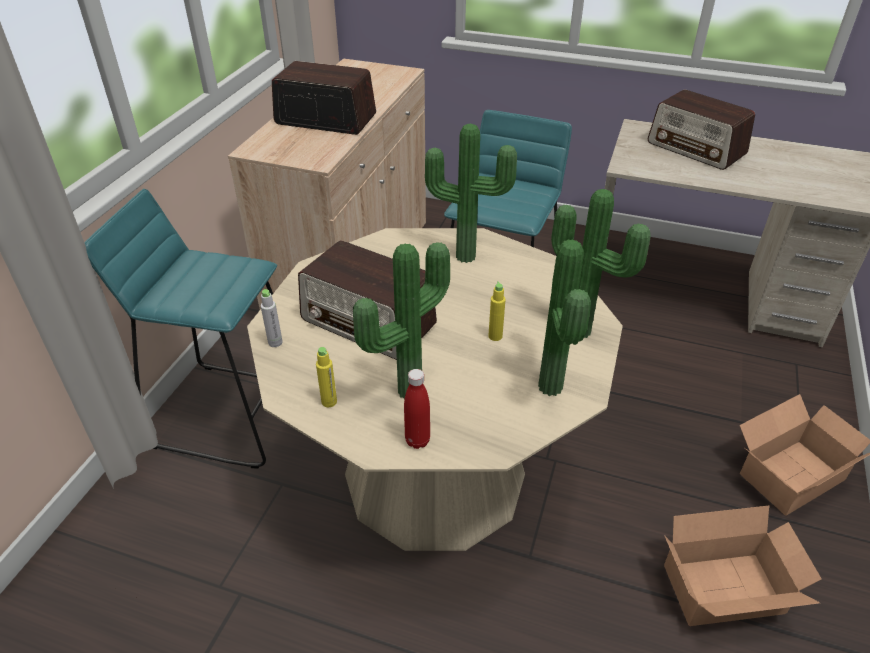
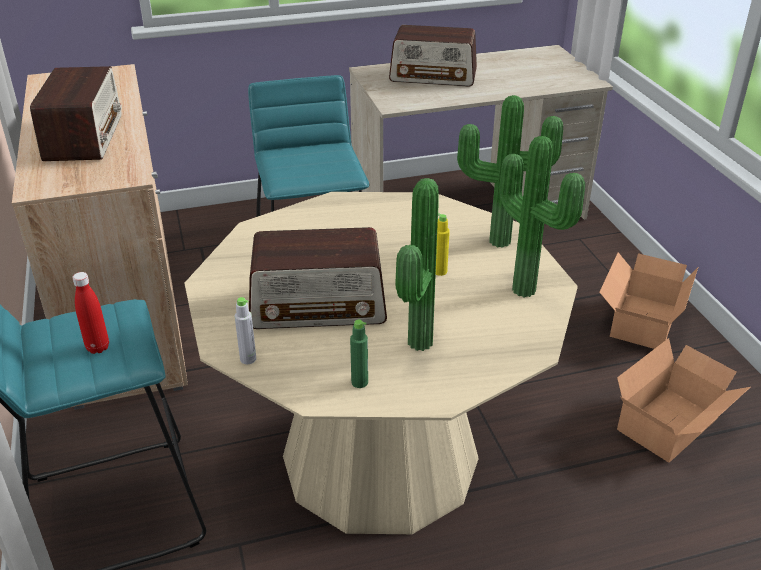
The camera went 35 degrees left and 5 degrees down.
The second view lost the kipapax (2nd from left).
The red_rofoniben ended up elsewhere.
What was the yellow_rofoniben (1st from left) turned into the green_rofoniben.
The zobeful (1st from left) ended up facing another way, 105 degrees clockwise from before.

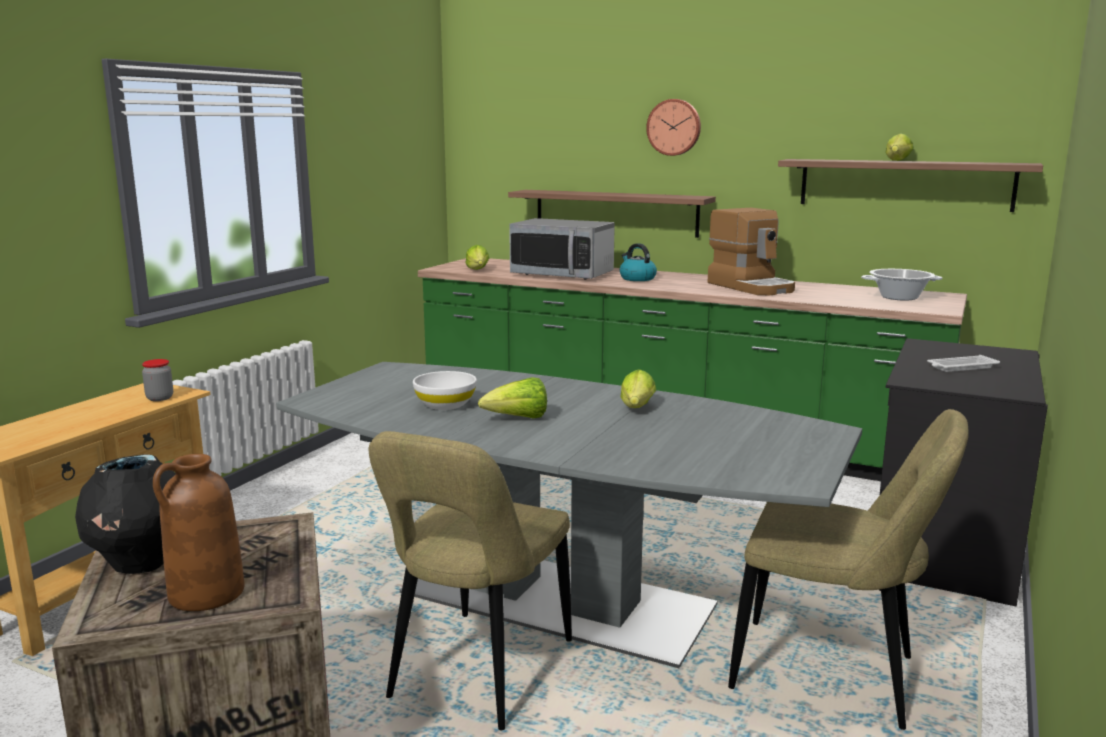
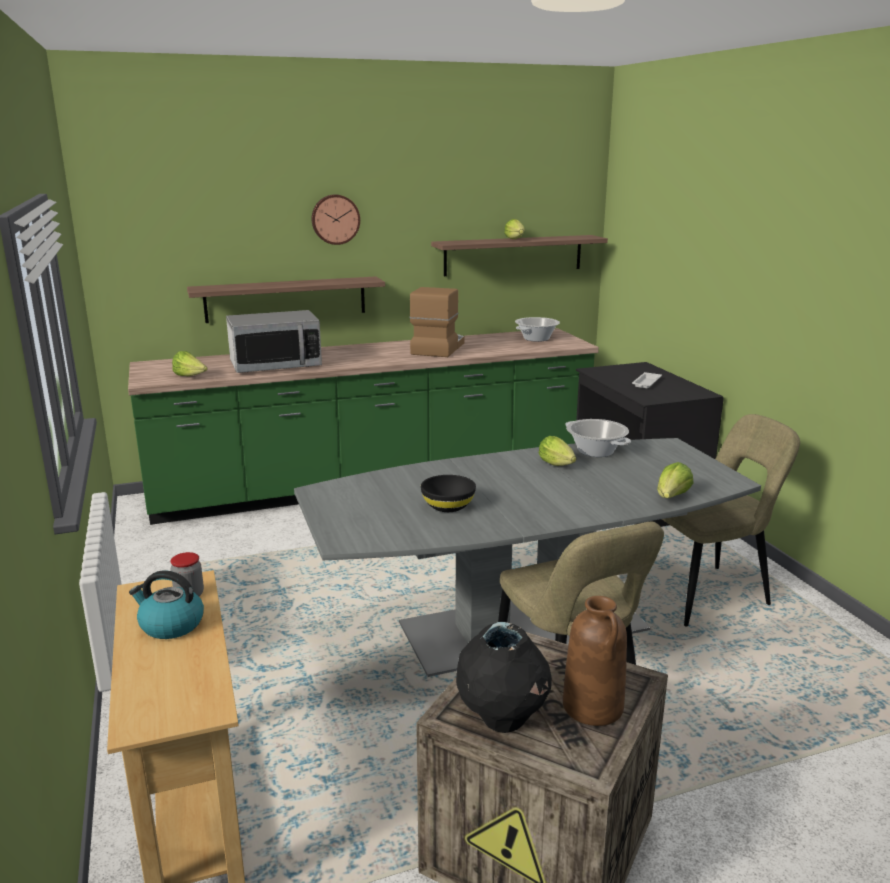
The camera went 45 degrees left and 5 degrees up.
The second view gained the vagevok (2nd from left).
The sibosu (2nd from left in the first image) ended up elsewhere.
The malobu ended up elsewhere.
What was the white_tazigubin turned into the black_tazigubin.
The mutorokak ended up facing another way, 90 degrees counterclockwise from before.

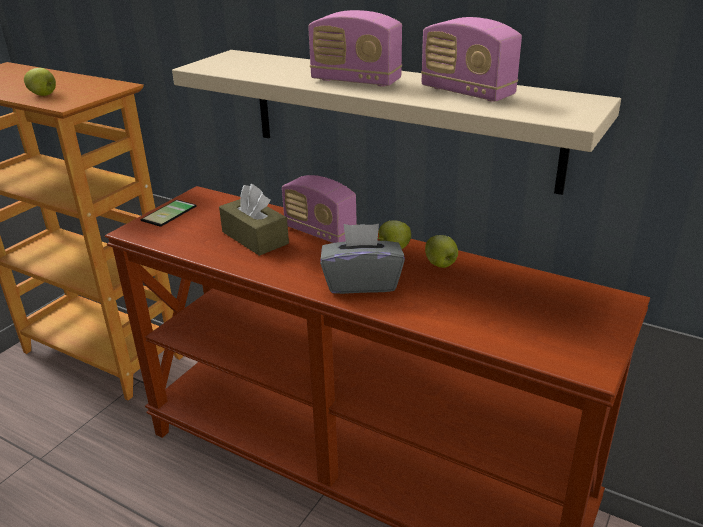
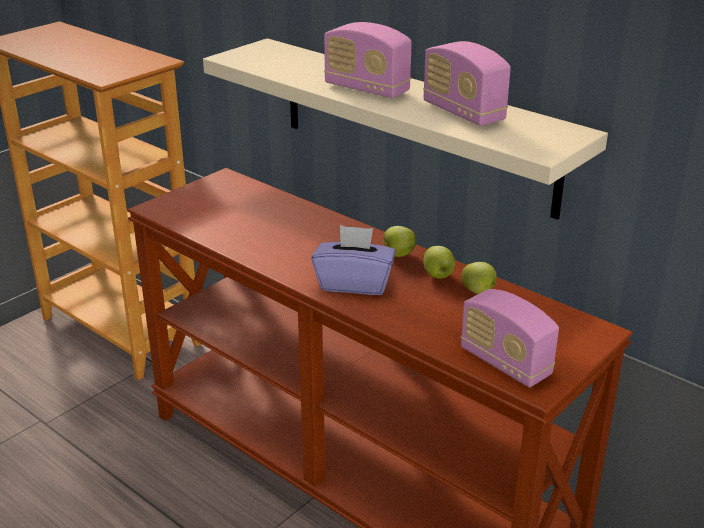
The camera went 10 degrees right and 0 degrees up.
The second view lost the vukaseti.
The second view lost the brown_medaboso.
The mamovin (1st from left in the first image) ended up elsewhere.
The zobeful (1st from left in the first image) ended up elsewhere.
What was the grey_medaboso turned into the purple_medaboso.

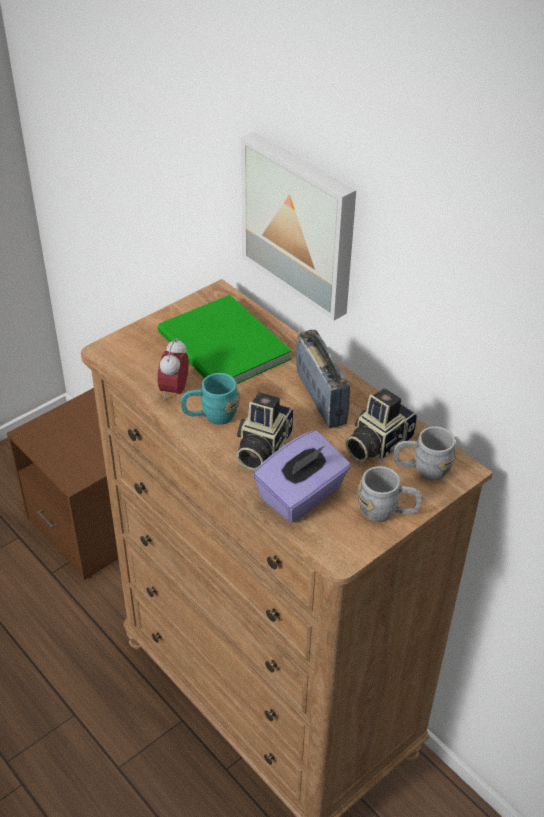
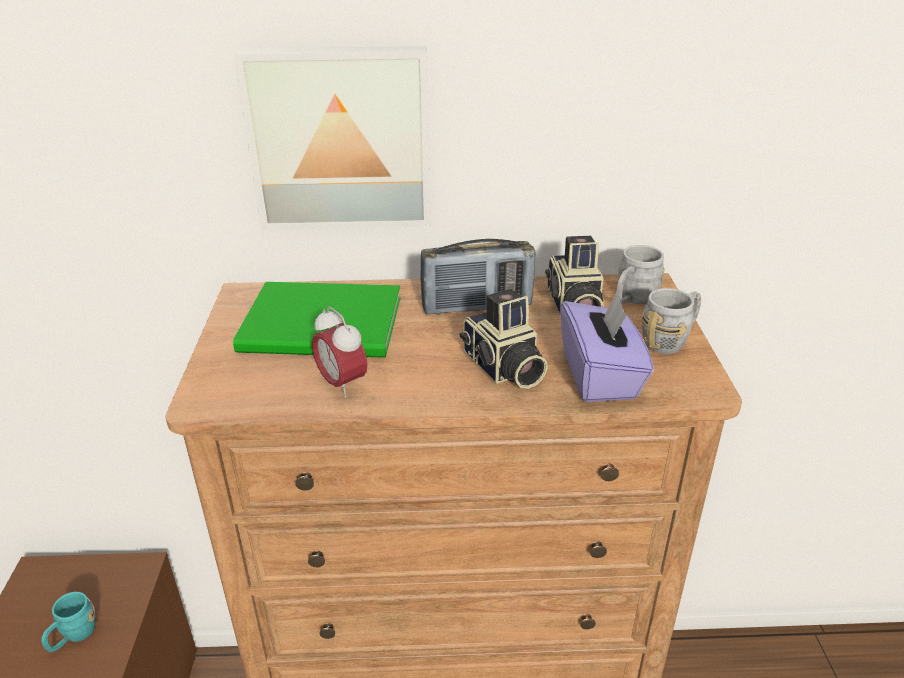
The camera went 50 degrees left and 10 degrees down.
The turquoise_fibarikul ended up elsewhere.
The zobeful ended up facing another way, 150 degrees clockwise from before.

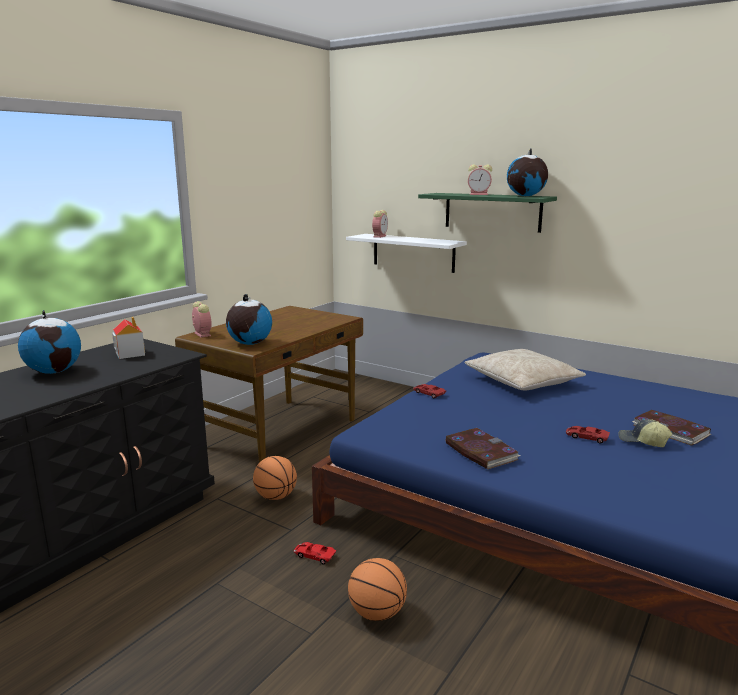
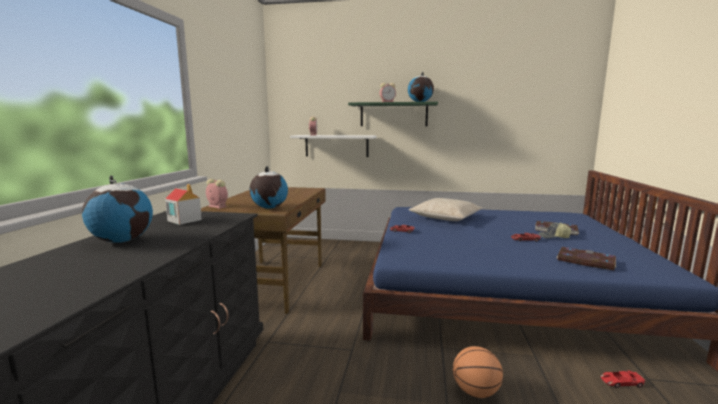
The camera went 25 degrees left and 5 degrees down.
The second view lost the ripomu (1st from left).
The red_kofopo (1st from left in the first image) ended up elsewhere.
The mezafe (1st from left in the first image) ended up elsewhere.

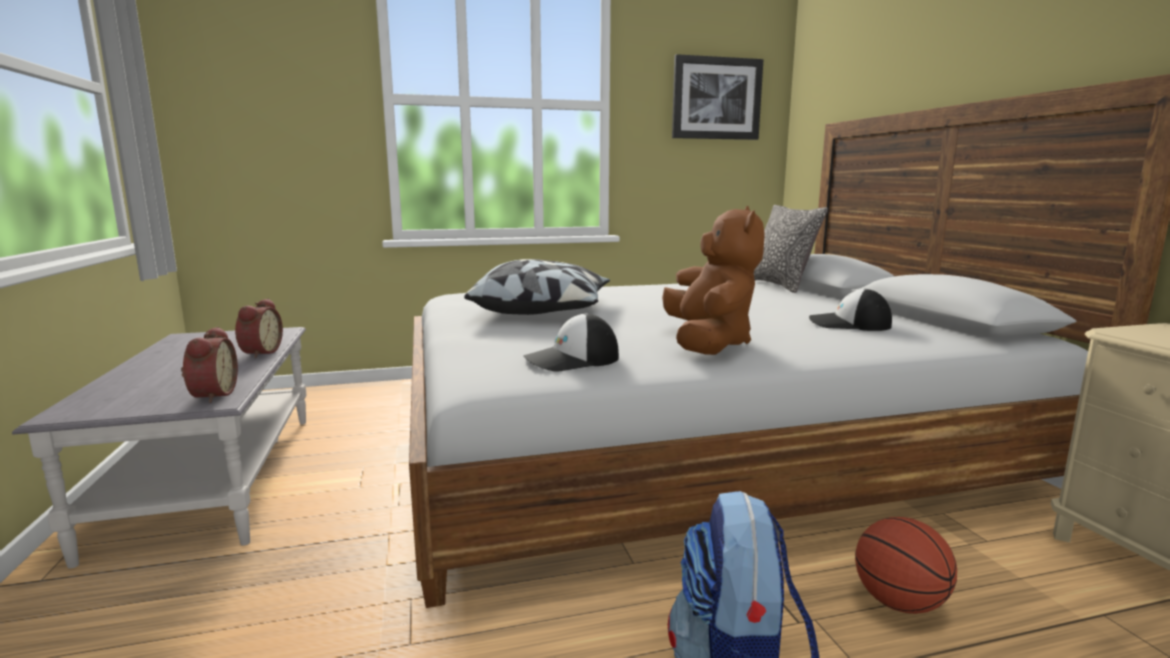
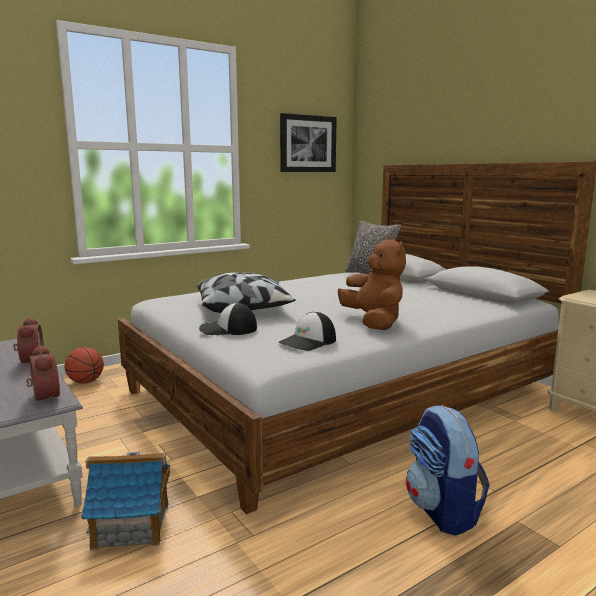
The camera went 20 degrees left and 0 degrees up.
The second view gained the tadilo.
The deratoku (2nd from left in the first image) ended up elsewhere.
The ripomu ended up elsewhere.

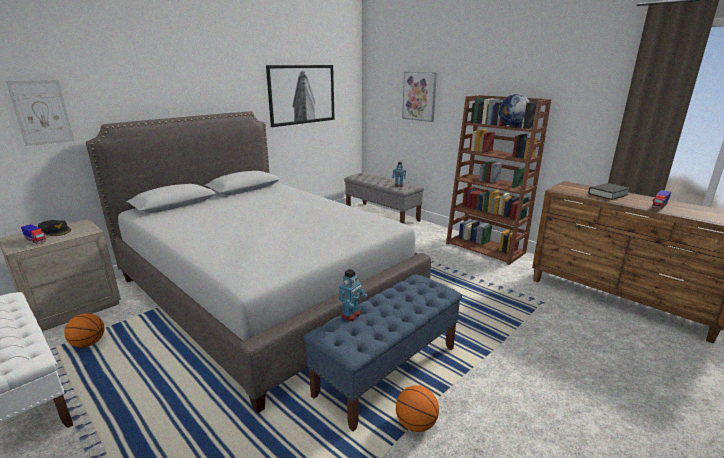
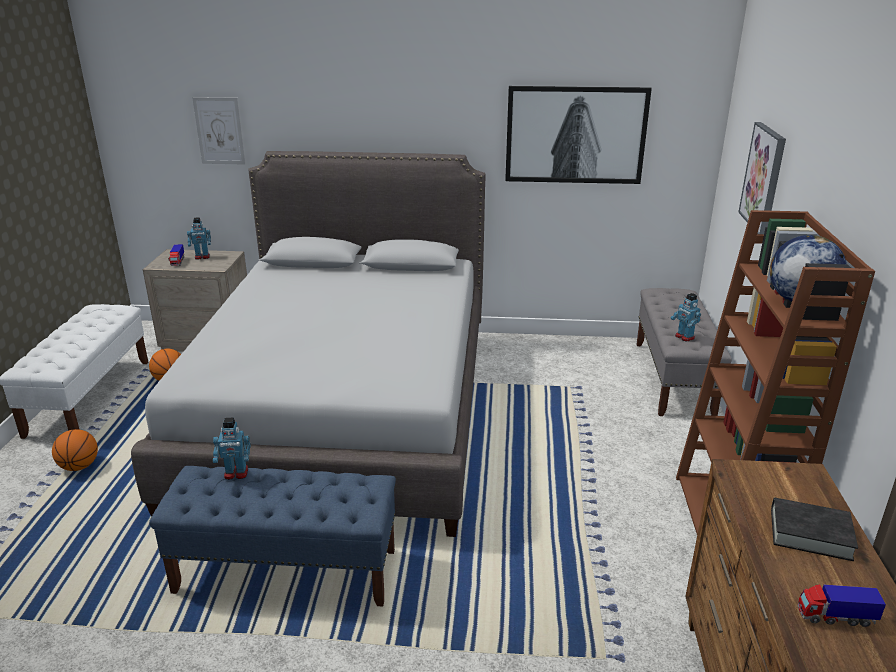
The camera went 50 degrees right and 5 degrees up.
The ripomu (2nd from left in the first image) ended up elsewhere.
Where the black_deratoku stood, the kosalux (1st from left) came to stand.

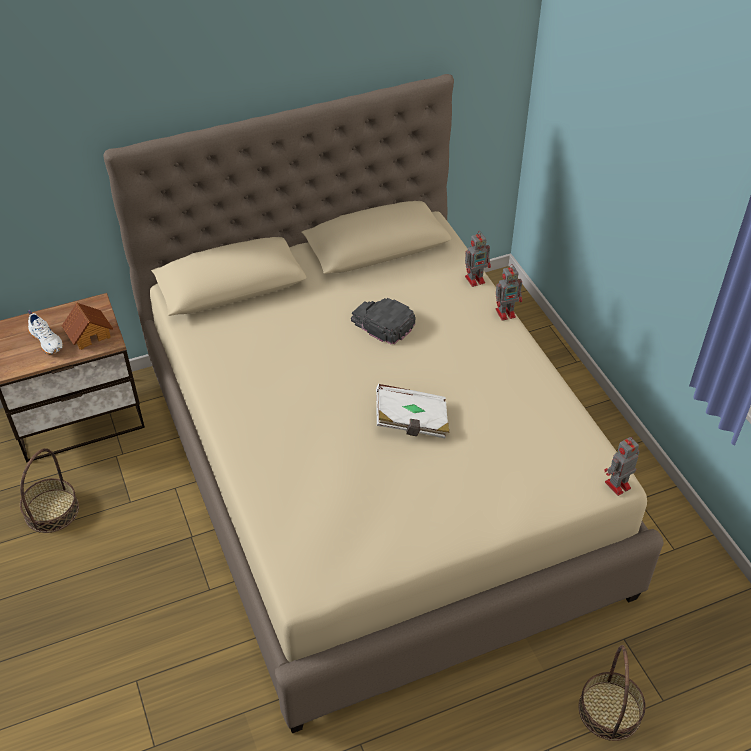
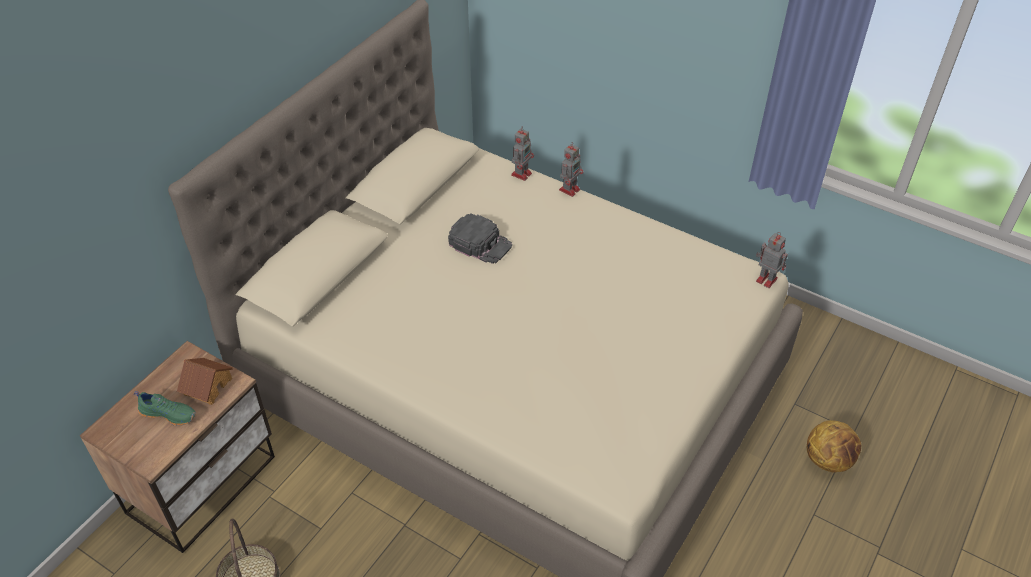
The camera went 35 degrees left and 0 degrees up.
The second view lost the white_mezafe.
Where the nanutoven (2nd from left) stood, the ripomu came to stand.
What was the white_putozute turned into the green_putozute.
The black_deratoku ended up facing another way, 150 degrees counterclockwise from before.
The kosalux (3rd from left) ended up facing another way, 105 degrees clockwise from before.

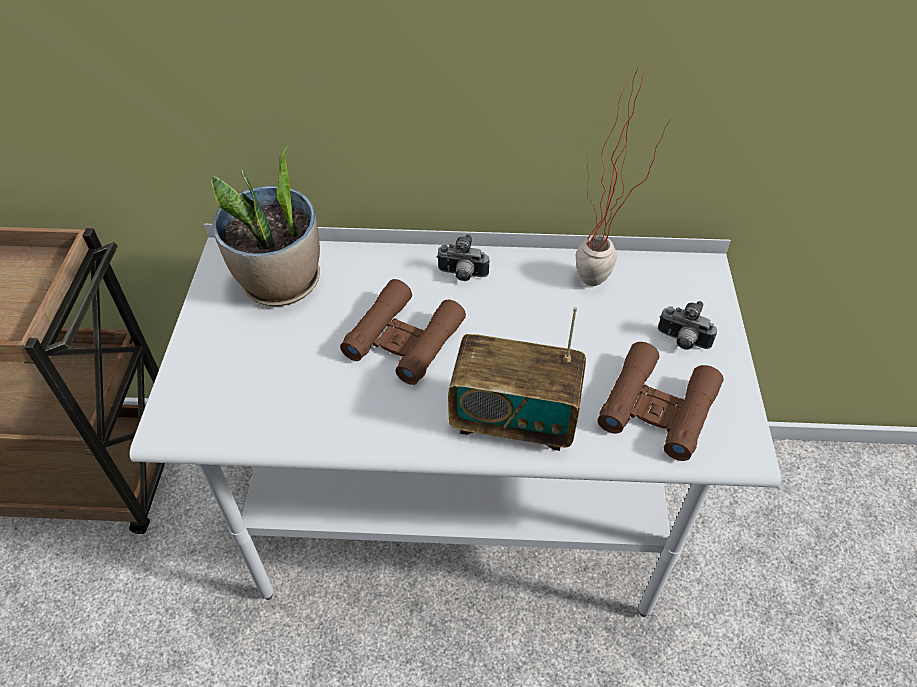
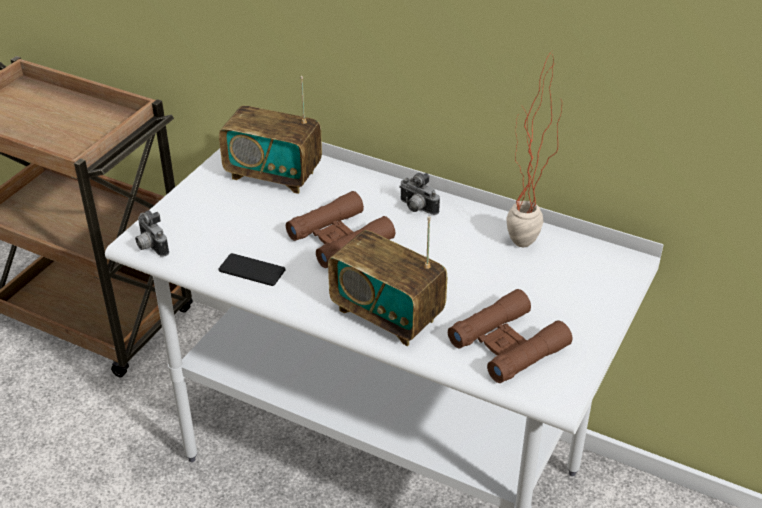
The camera went 25 degrees right and 10 degrees down.
The second view gained the vukaseti.
The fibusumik (2nd from left in the first image) ended up elsewhere.
Where the kipapax (1st from left) stood, the zobeful (1st from left) came to stand.

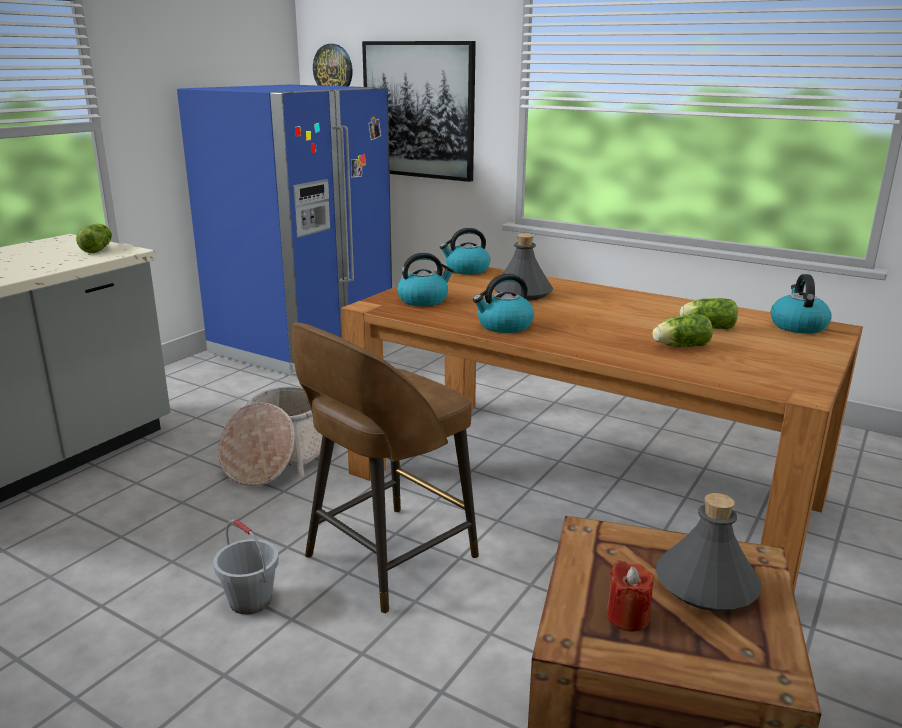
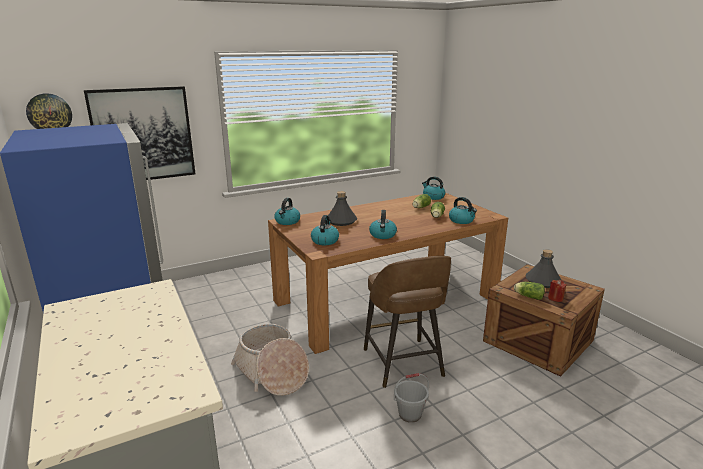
The camera went 60 degrees left and 0 degrees up.
The second view gained the malobu (5th from left).
The sibosu (1st from left in the first image) ended up elsewhere.

